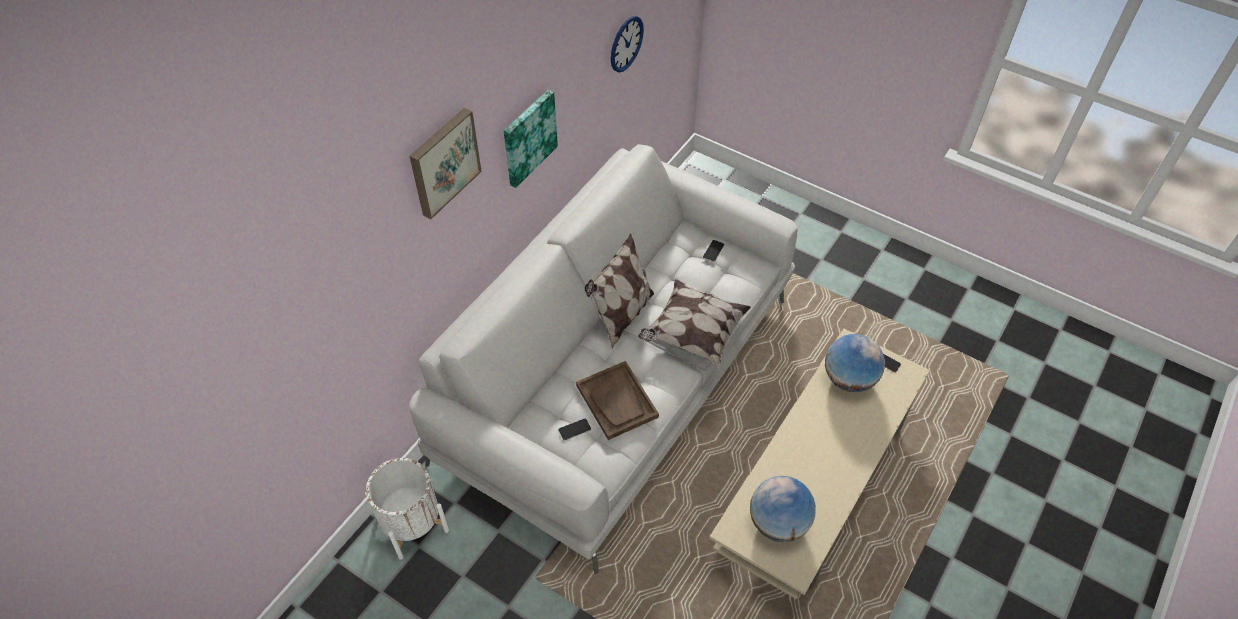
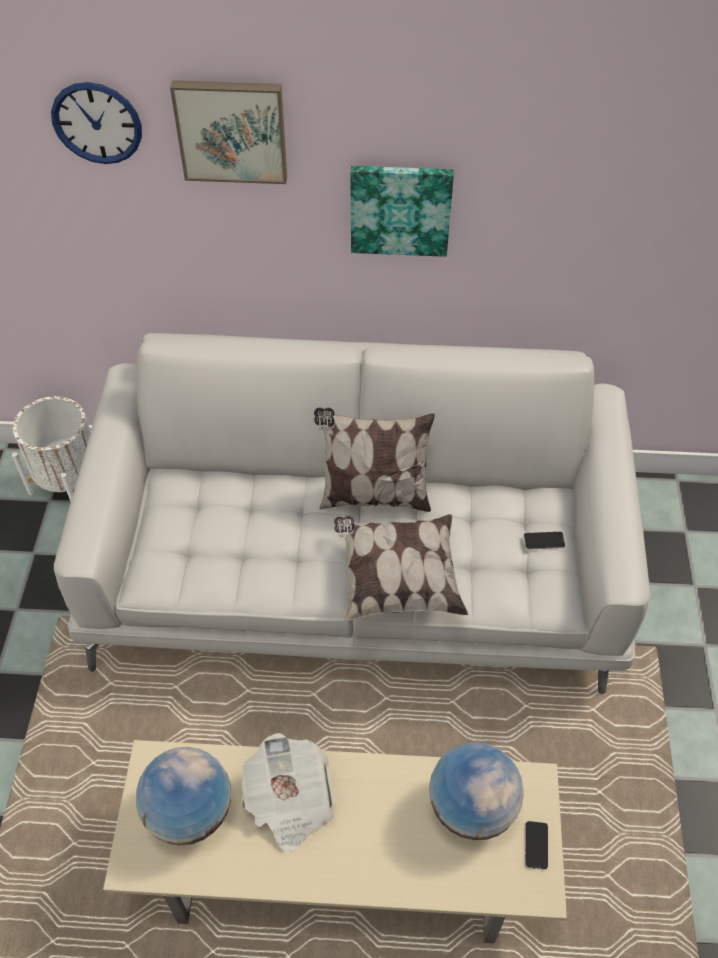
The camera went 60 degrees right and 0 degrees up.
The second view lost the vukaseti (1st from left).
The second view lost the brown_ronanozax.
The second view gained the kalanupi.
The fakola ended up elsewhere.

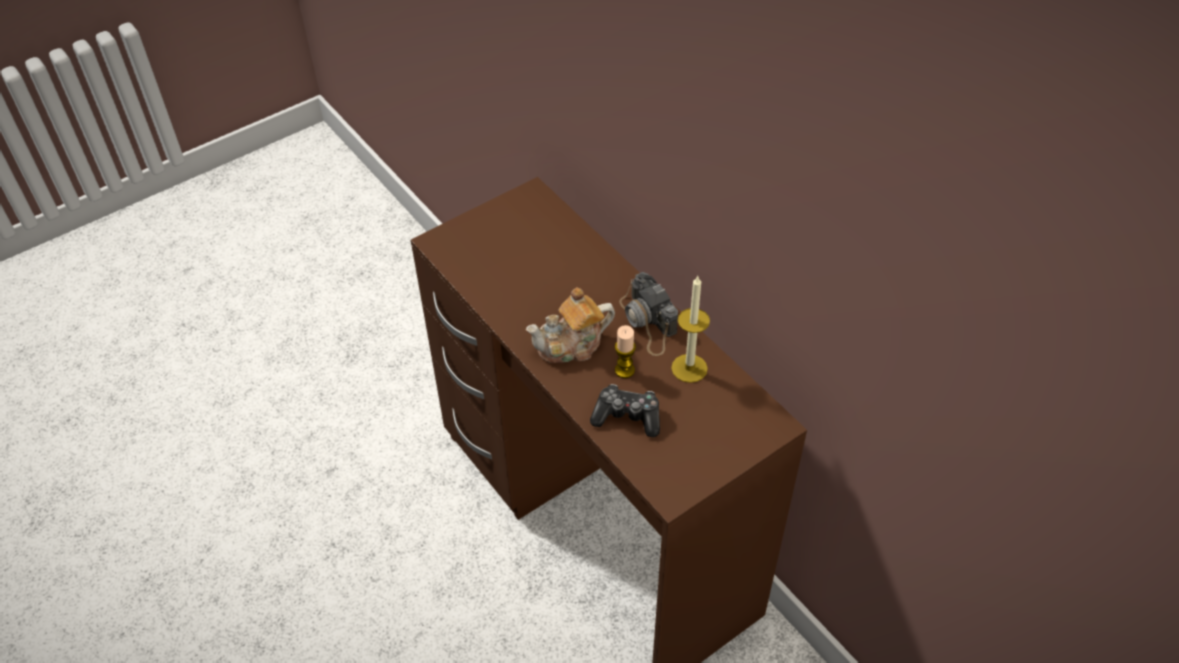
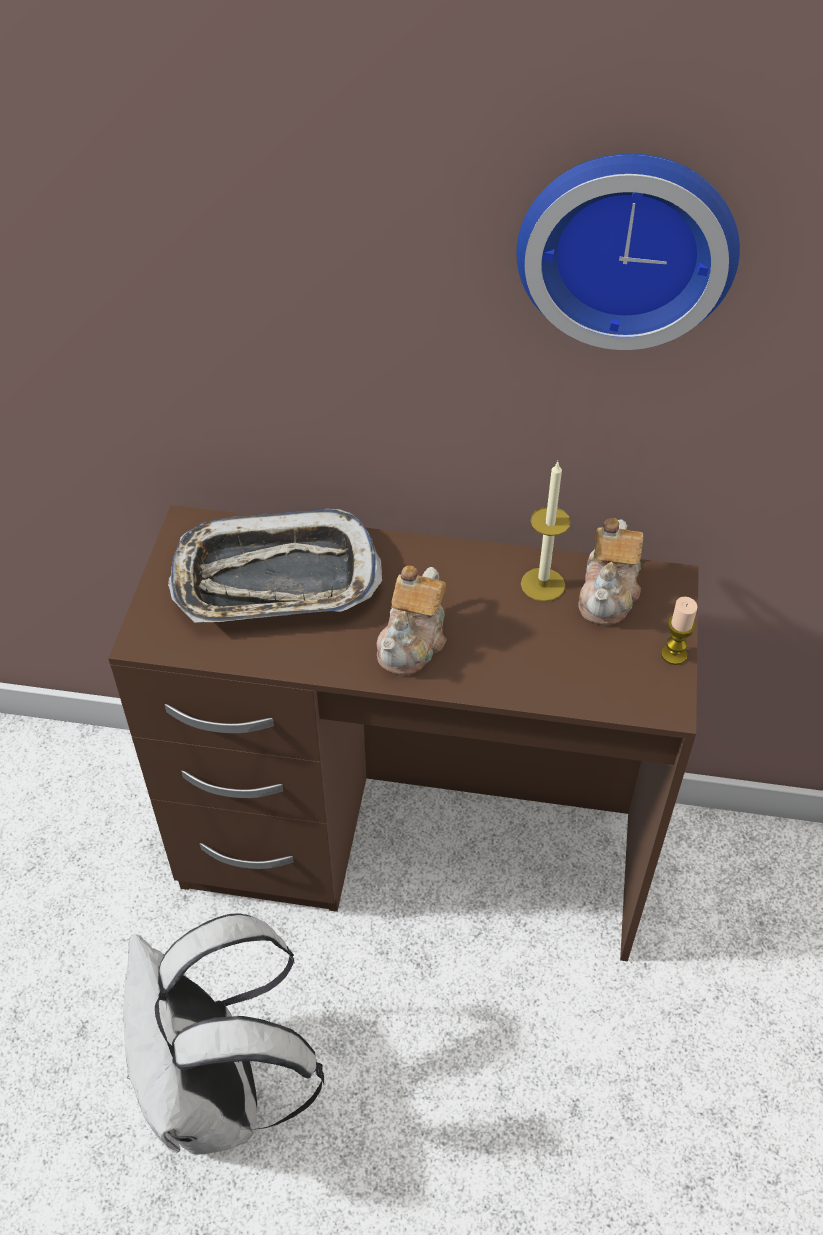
The camera went 45 degrees left and 0 degrees up.
The second view lost the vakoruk.
The second view lost the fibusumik.
The second view gained the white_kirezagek.
The second view gained the ronanozax.
The second view gained the fakola.
The second view gained the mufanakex (2nd from left).
The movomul (1st from left in the first image) ended up elsewhere.

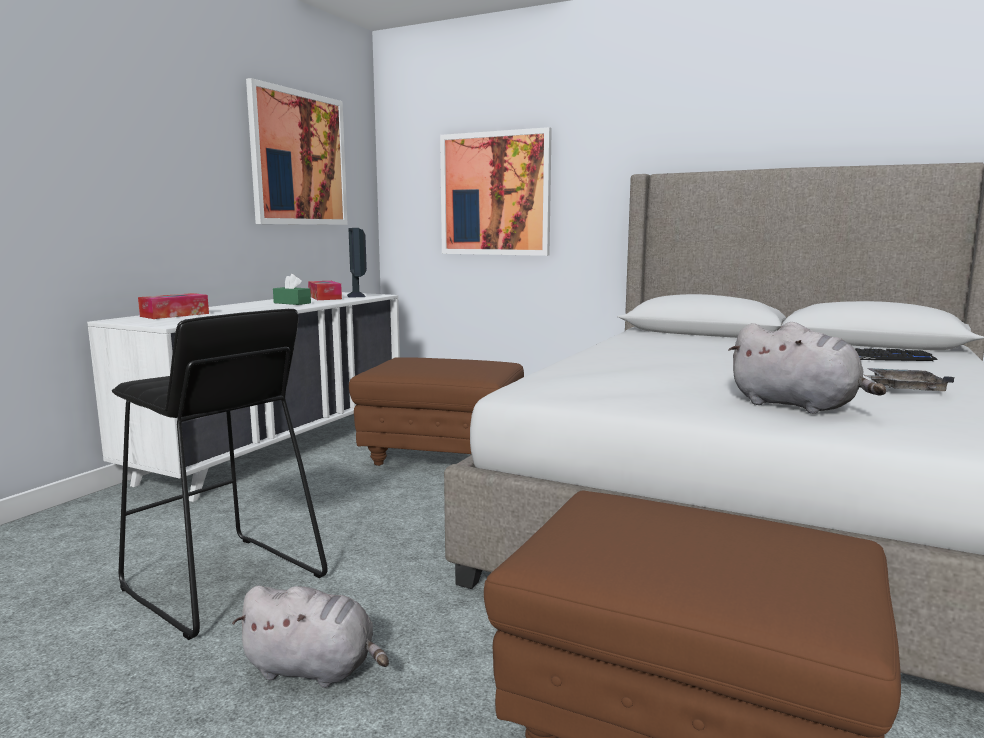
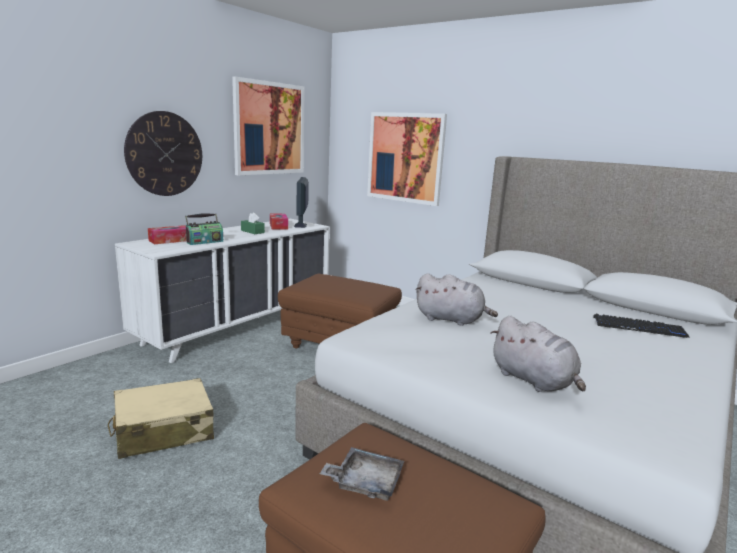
The camera went 10 degrees right and 5 degrees up.
The second view gained the fakola.
The second view gained the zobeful.
The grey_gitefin (1st from left) ended up elsewhere.
The grey_ronanozax ended up elsewhere.
Where the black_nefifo stood, the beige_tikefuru came to stand.

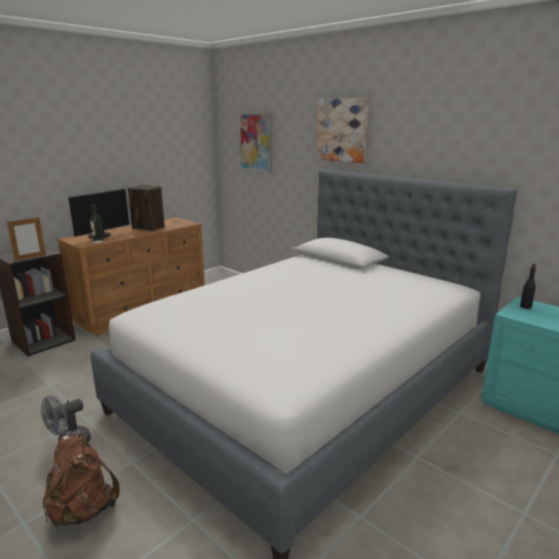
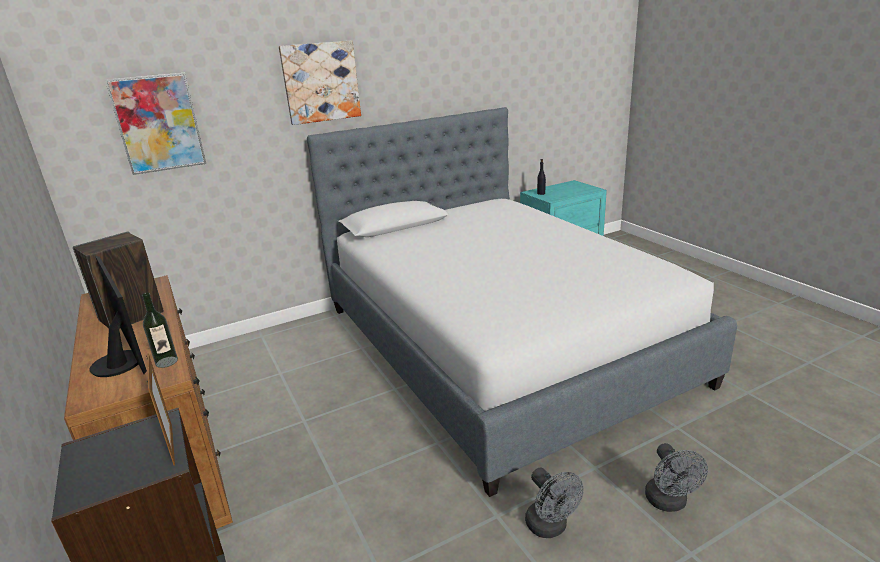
The camera went 70 degrees left and 5 degrees up.
Where the brown_kirezagek stood, the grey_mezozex (2nd from left) came to stand.

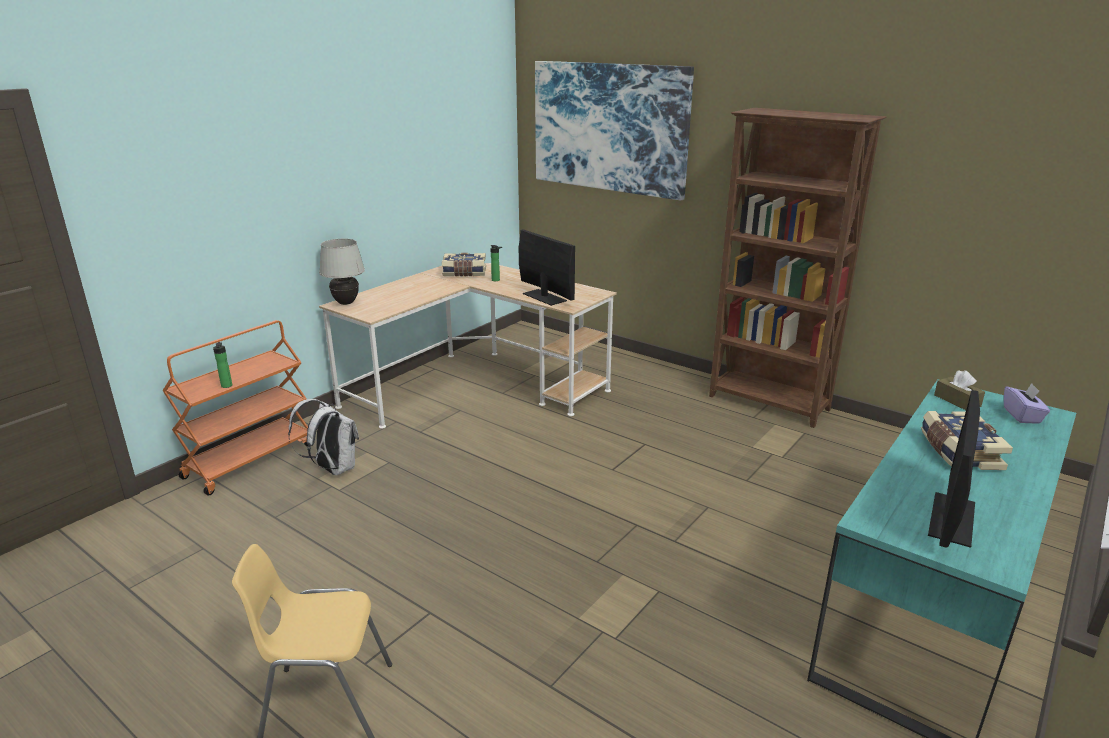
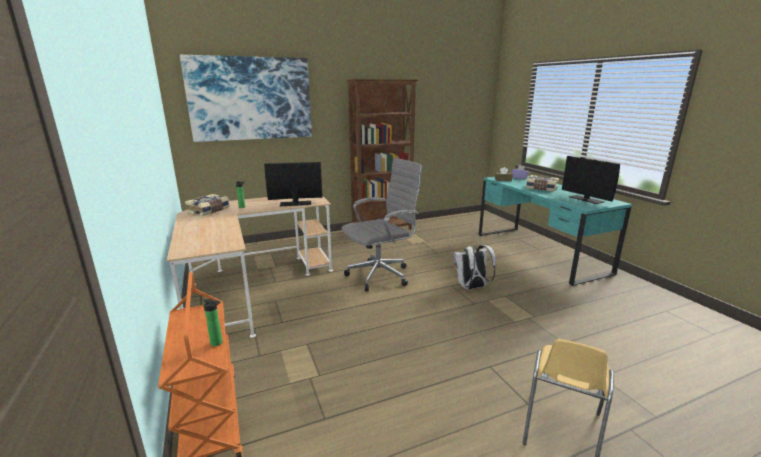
The camera went 60 degrees left and 5 degrees down.
The second view lost the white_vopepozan.
The second view gained the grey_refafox.
The white_kirezagek ended up elsewhere.

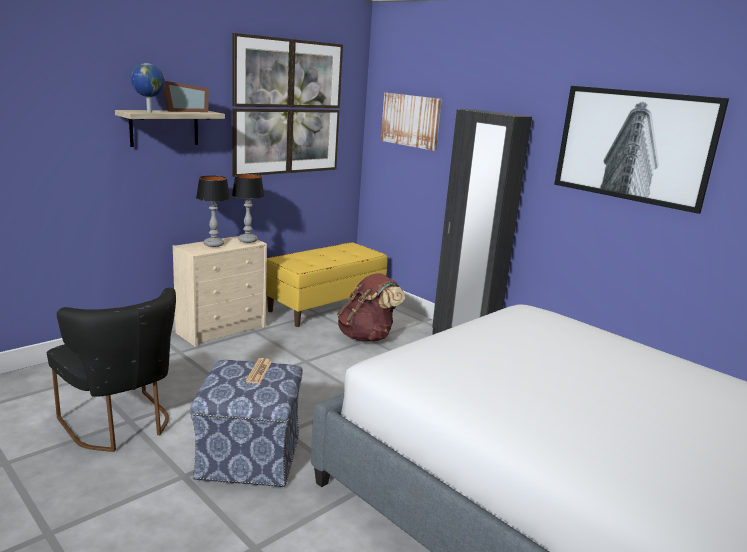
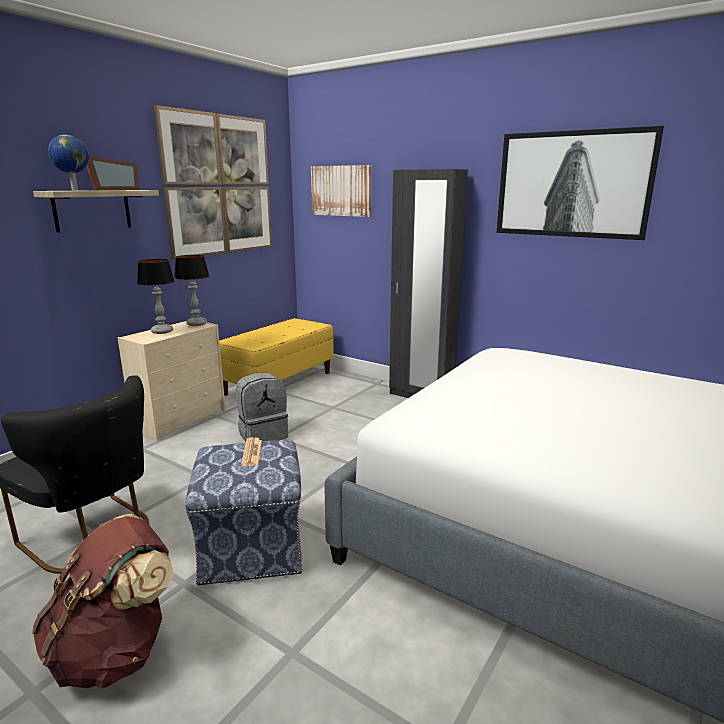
The camera went 10 degrees left and 0 degrees up.
The second view gained the grey_kirezagek.
The brown_kirezagek ended up elsewhere.

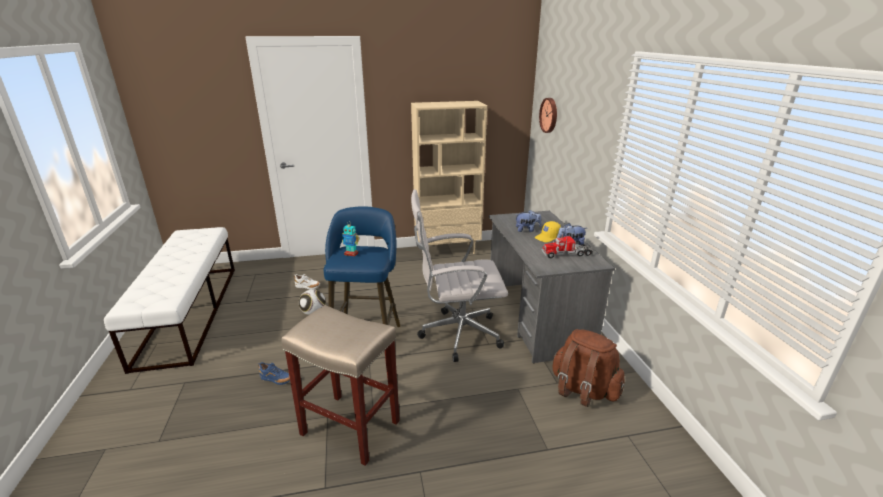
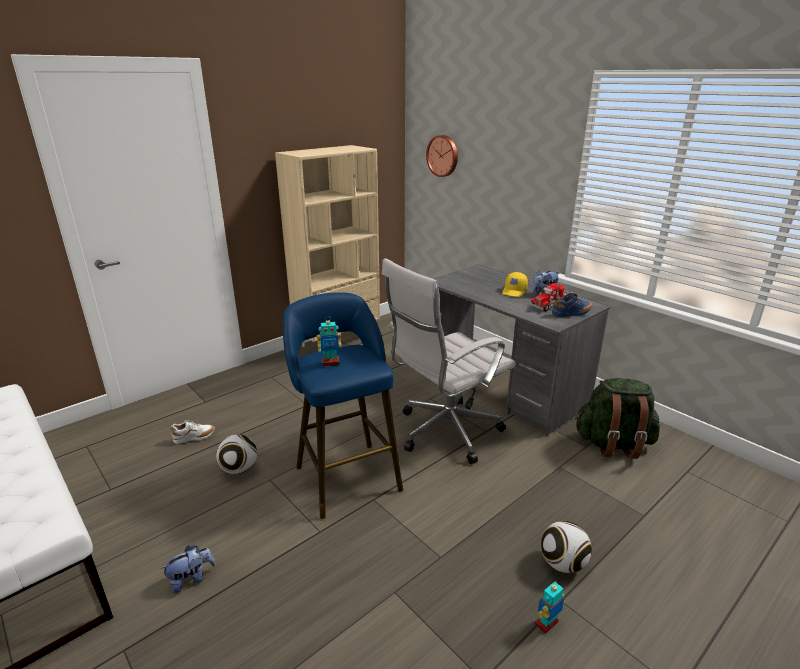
The camera went 30 degrees left and 0 degrees up.
The second view lost the beige_nefifo.
The second view gained the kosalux (2nd from left).
The second view gained the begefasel (2nd from left).
The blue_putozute ended up elsewhere.
The gitefin (1st from left) ended up elsewhere.
What was the brown_kirezagek turned into the green_kirezagek.

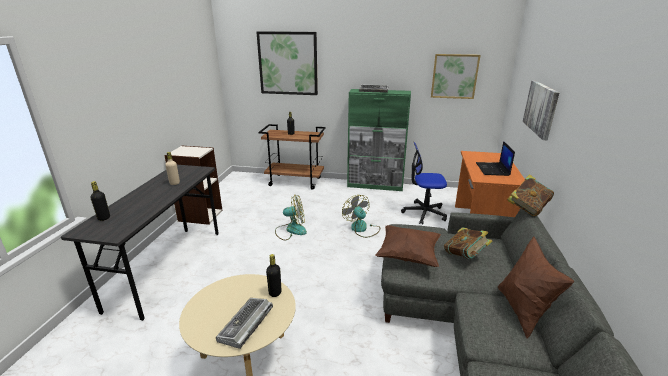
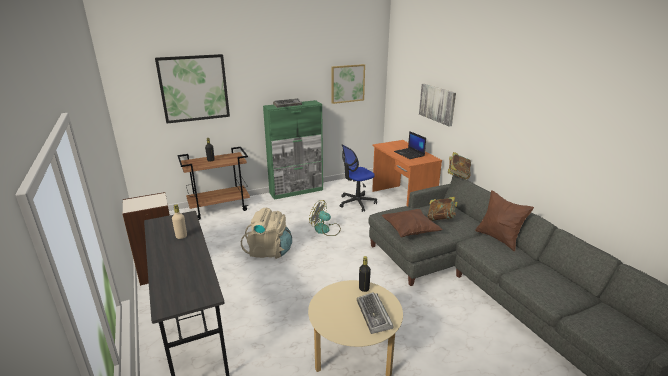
The camera went 35 degrees left and 0 degrees up.
The second view lost the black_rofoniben (1st from left).
Where the mezozex (1st from left) stood, the beige_kirezagek came to stand.

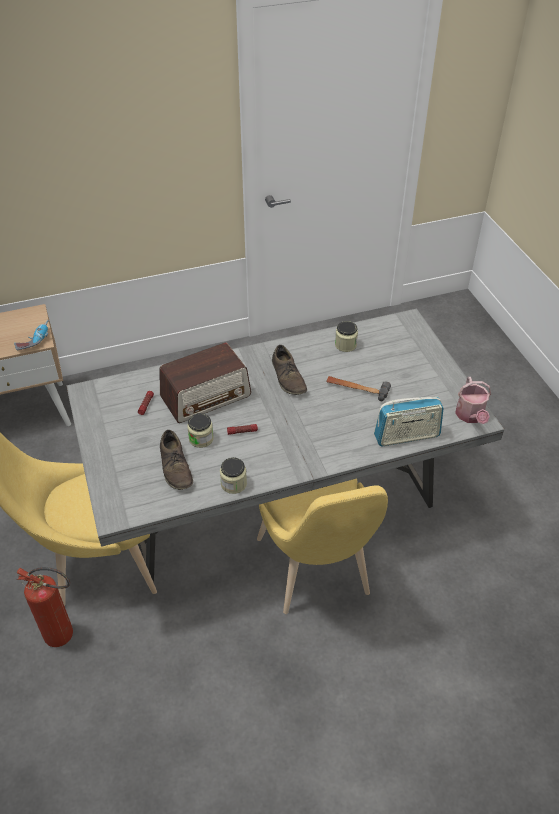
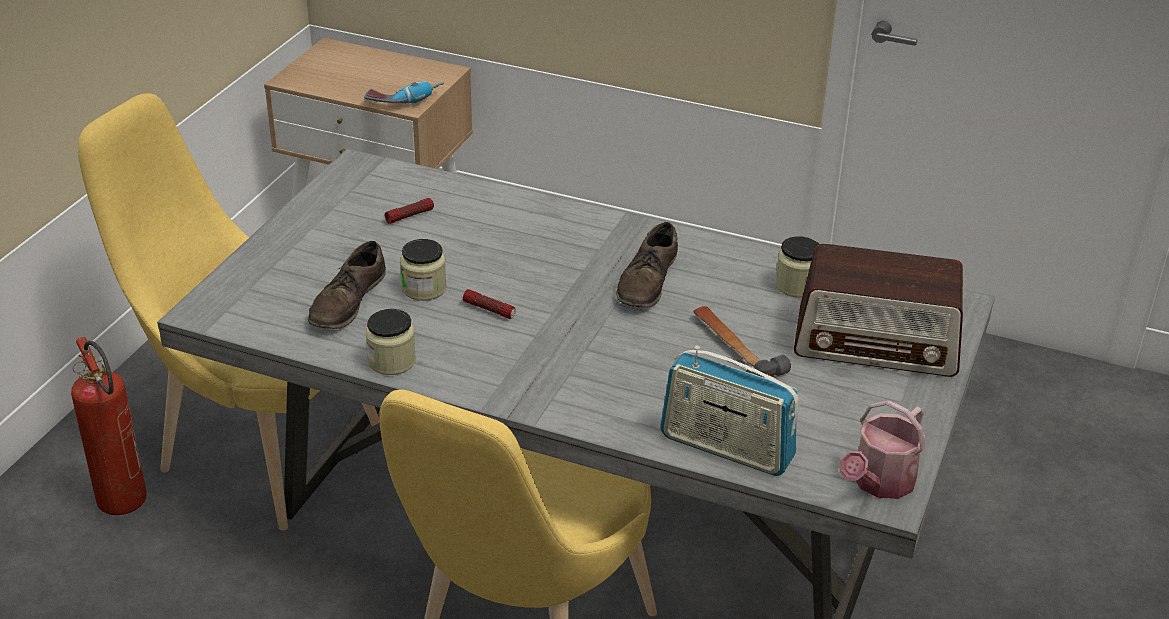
The camera went 40 degrees right and 10 degrees down.
The zobeful (1st from left in the first image) ended up elsewhere.

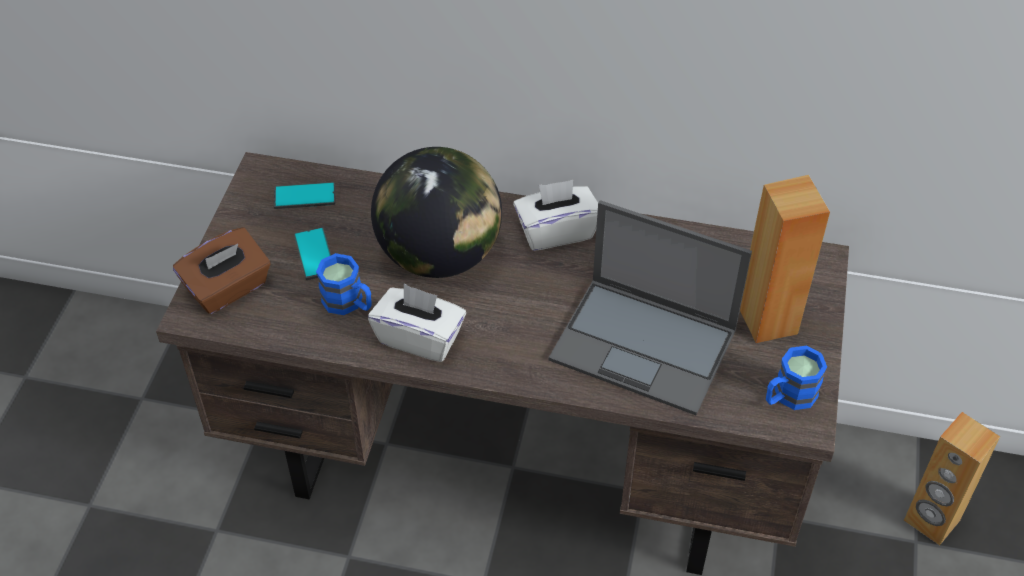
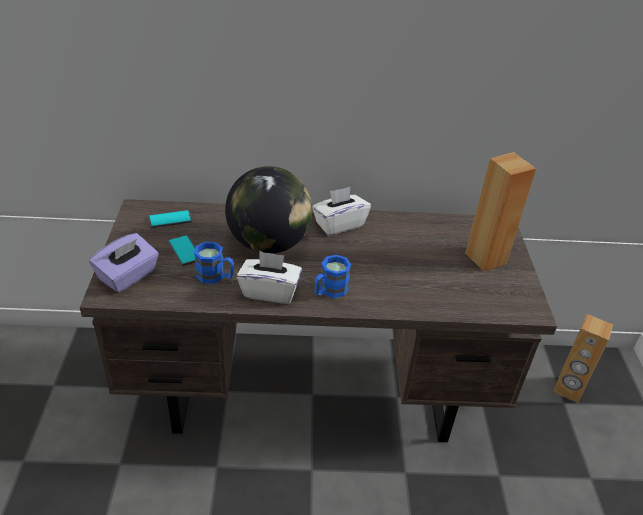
The camera went 15 degrees left and 10 degrees down.
The second view lost the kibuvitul.
The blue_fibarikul (2nd from left) ended up elsewhere.
What was the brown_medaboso turned into the purple_medaboso.

